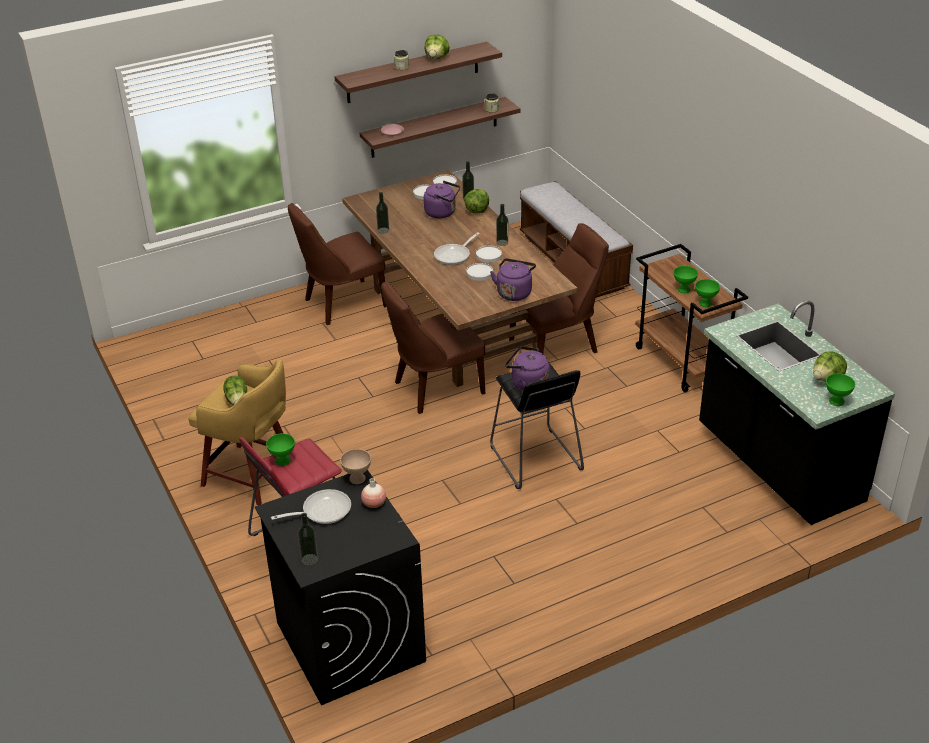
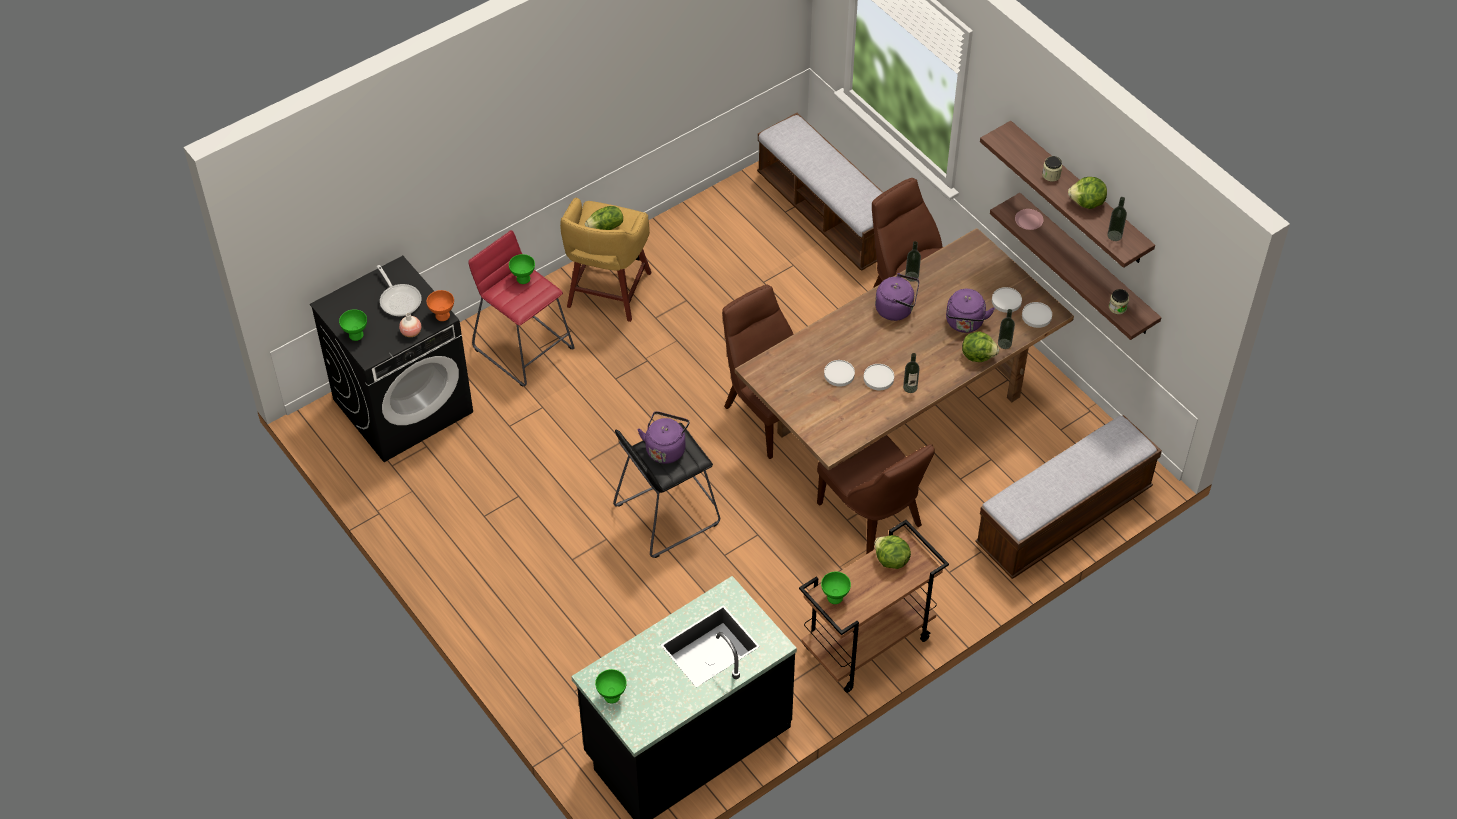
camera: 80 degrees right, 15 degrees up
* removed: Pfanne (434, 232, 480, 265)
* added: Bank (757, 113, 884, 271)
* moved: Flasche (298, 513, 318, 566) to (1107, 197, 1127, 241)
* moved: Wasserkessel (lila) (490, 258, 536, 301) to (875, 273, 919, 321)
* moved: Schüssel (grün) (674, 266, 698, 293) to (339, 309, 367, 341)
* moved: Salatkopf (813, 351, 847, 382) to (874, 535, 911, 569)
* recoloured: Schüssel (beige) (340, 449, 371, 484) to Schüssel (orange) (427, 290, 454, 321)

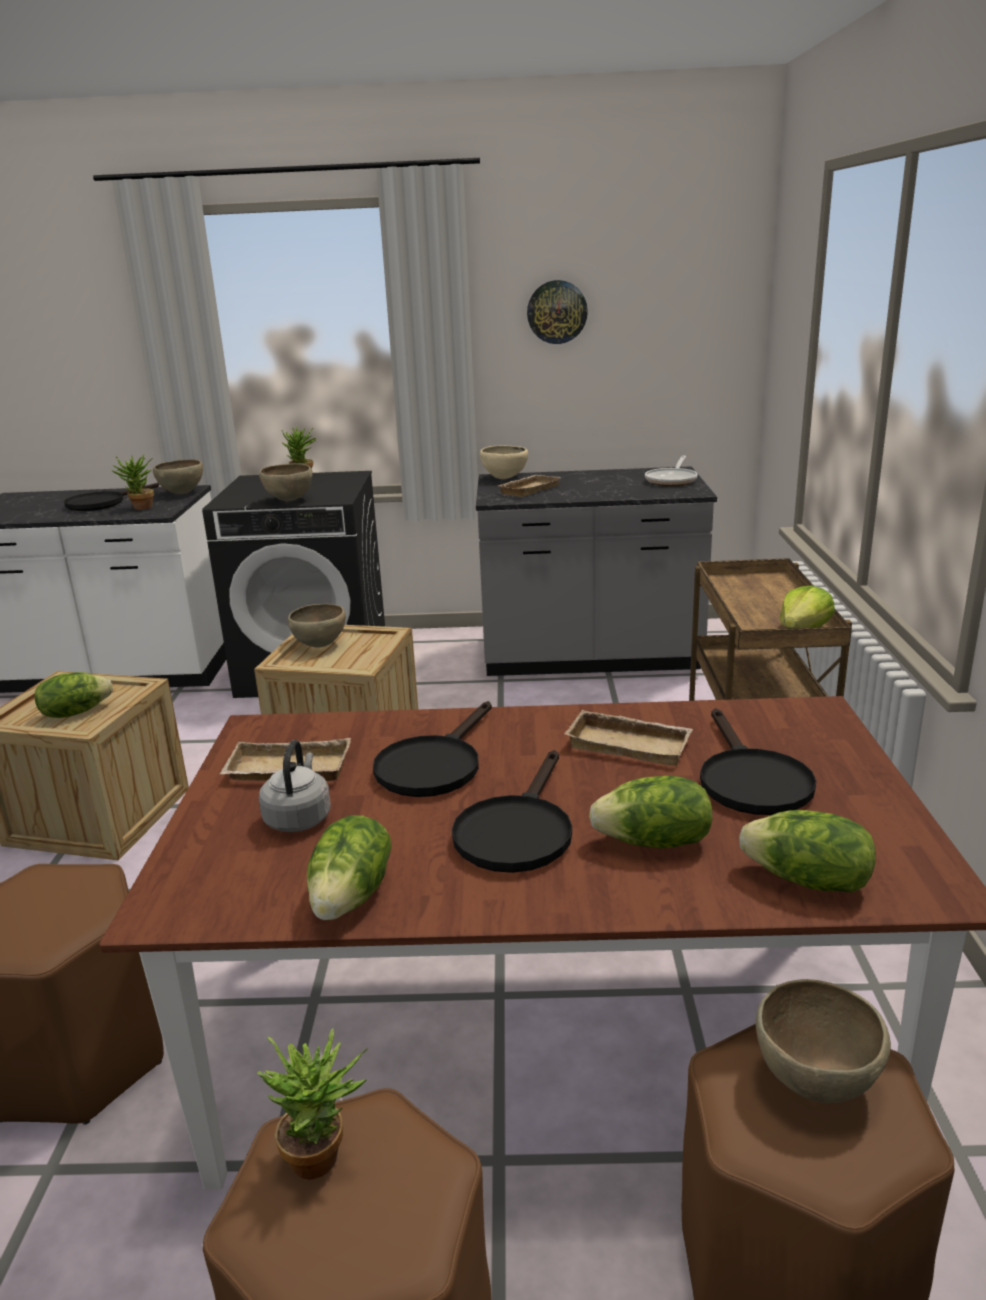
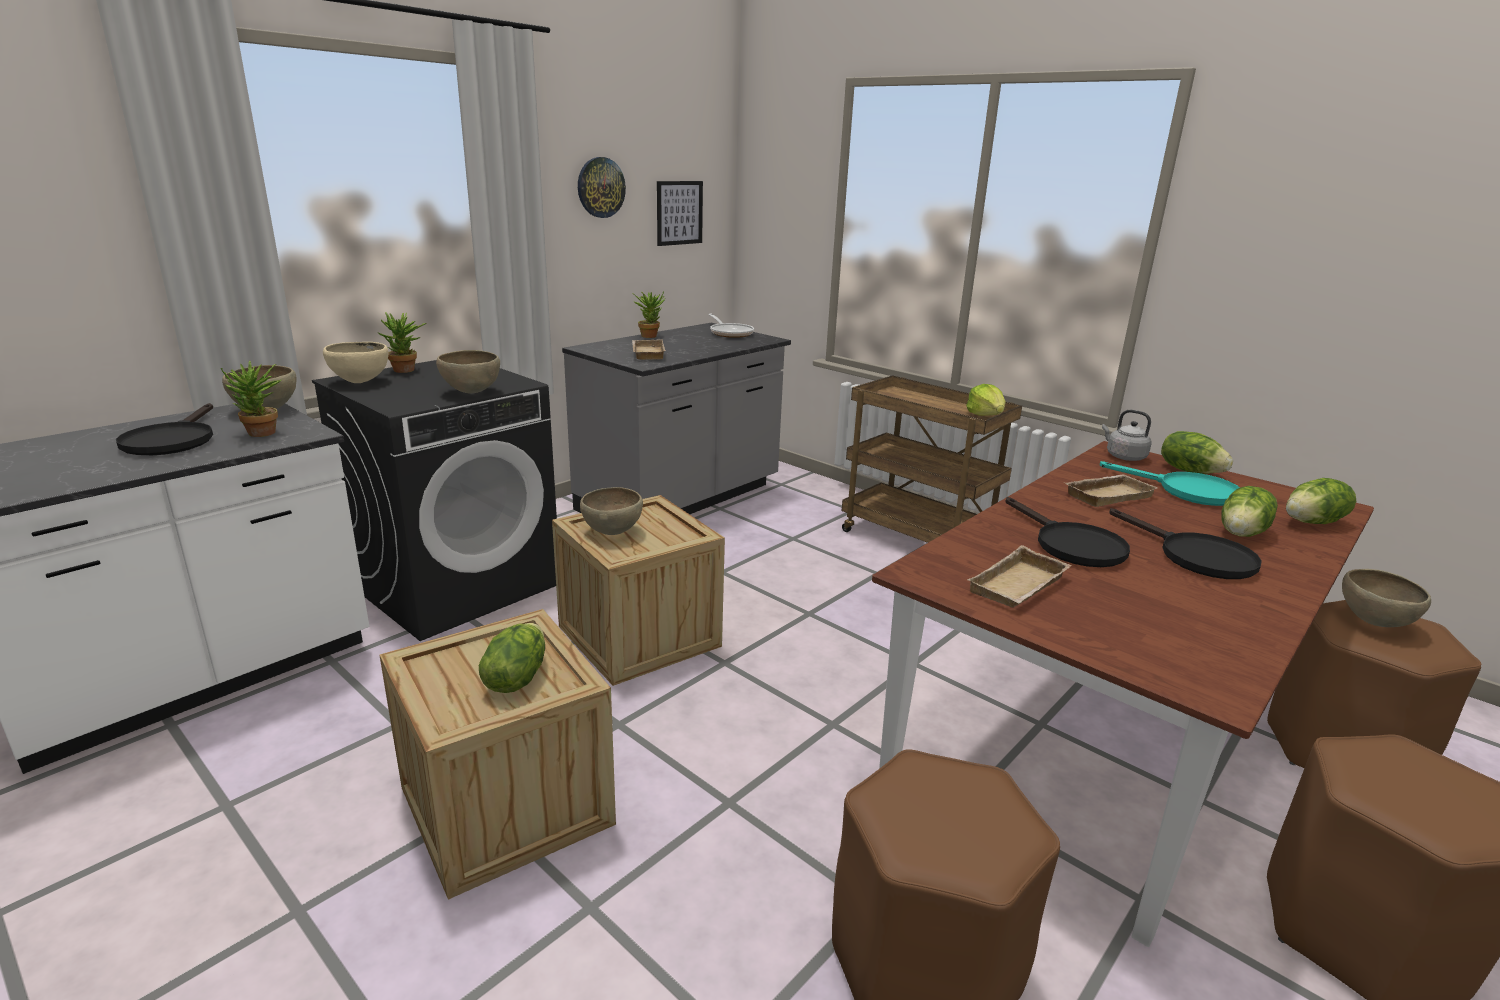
camera: 50 degrees left, 0 degrees up
* added: Bild (657, 181, 703, 246)
* moved: Topfpflanze (257, 1028, 368, 1180) to (632, 291, 665, 338)
* moved: Wasserkessel (grau) (259, 740, 331, 832) to (1102, 409, 1152, 461)
* moved: Salatkopf (307, 815, 392, 920) to (1161, 431, 1233, 474)
* moved: Schüssel (beige) (480, 445, 528, 480) to (323, 342, 389, 384)
* recoloured: Pfanne (schwarz) (700, 708, 816, 815) to Pfanne (türkis) (1100, 461, 1240, 506)

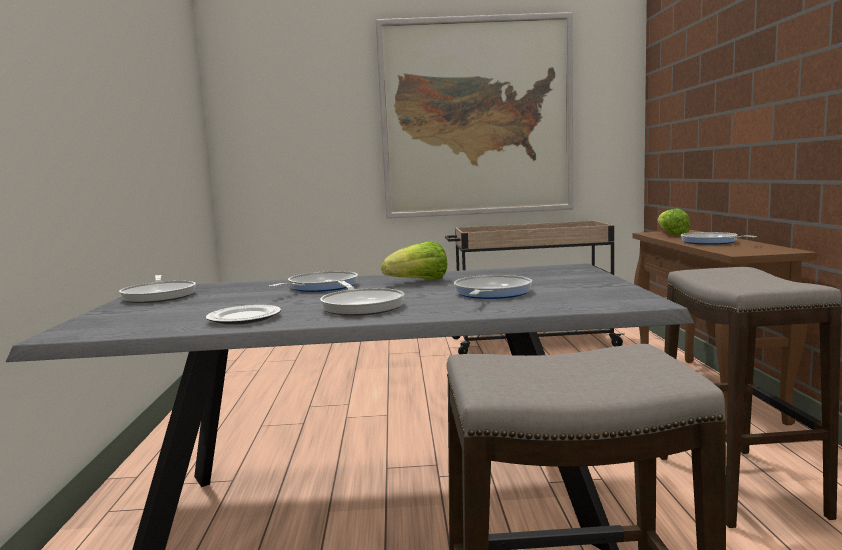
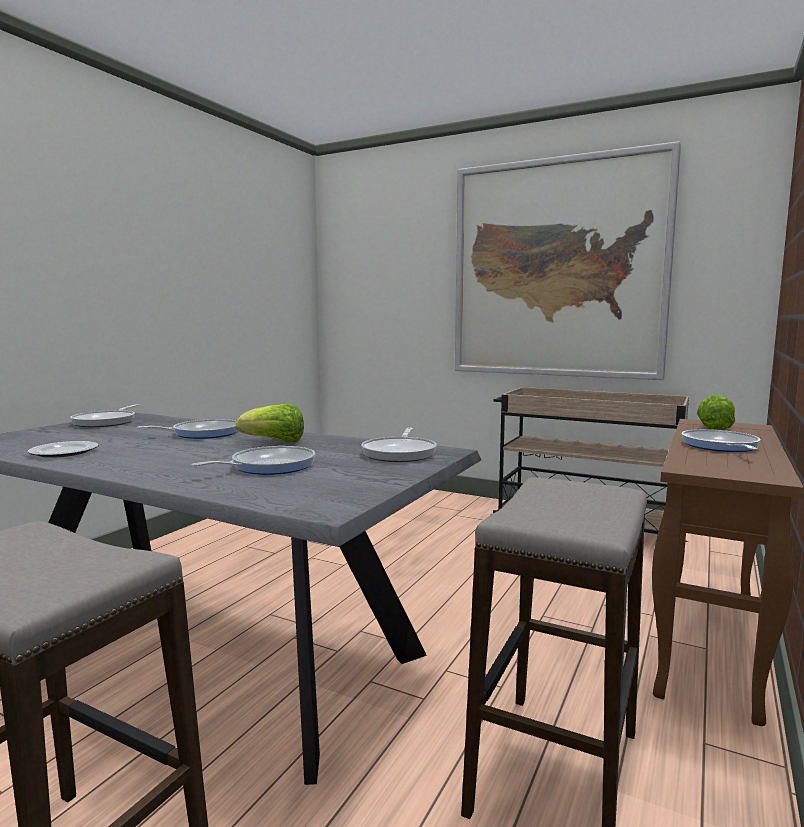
camera: 30 degrees right, 0 degrees up
* moved: Pfanne (320, 281, 404, 316) to (361, 428, 437, 462)

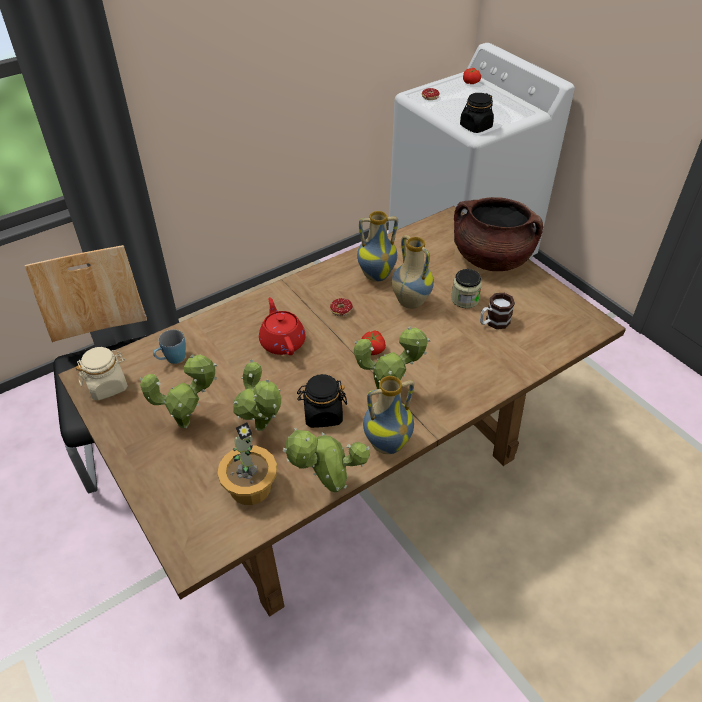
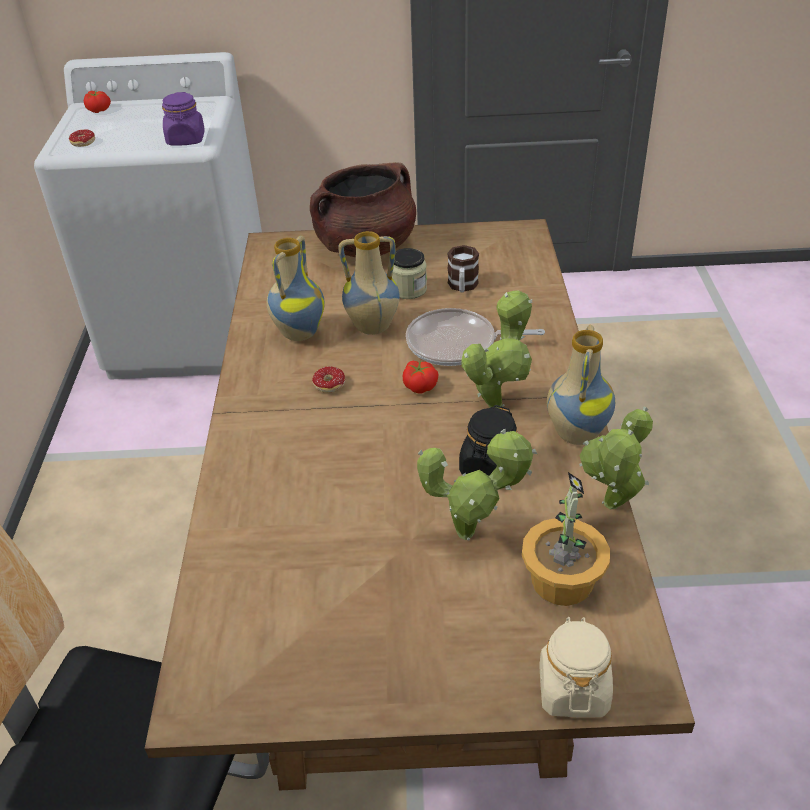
camera: 55 degrees left, 5 degrees down
* removed: Topfpflanze (139, 354, 217, 428)
* removed: Henkelbecher (blau) (153, 329, 186, 364)
* removed: Teekanne (rot) (259, 297, 306, 355)
* added: Pfanne (406, 308, 545, 366)
* moved: Vorratsglas (beige) (76, 347, 128, 401) to (539, 617, 613, 718)
* recoloured: Vorratsglas (schwarz) (460, 93, 494, 133) to Vorratsglas (lila) (162, 92, 205, 146)

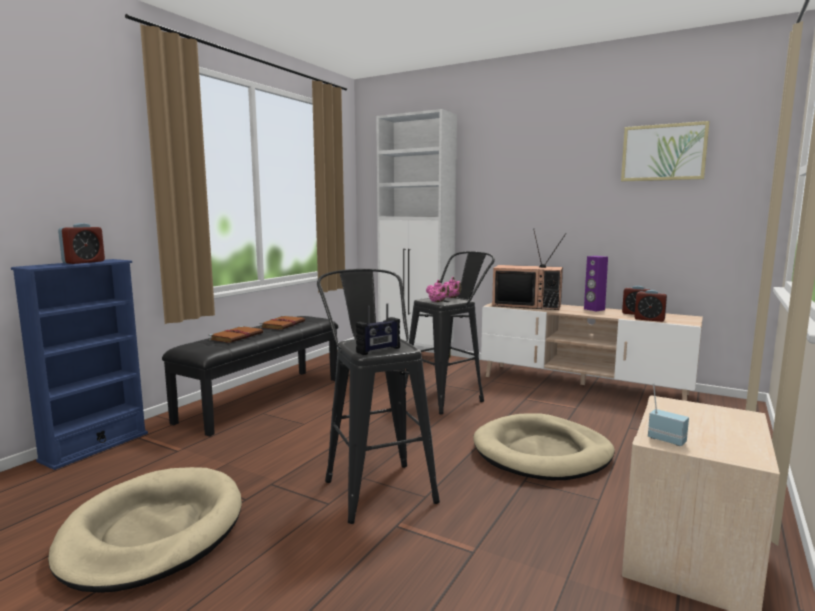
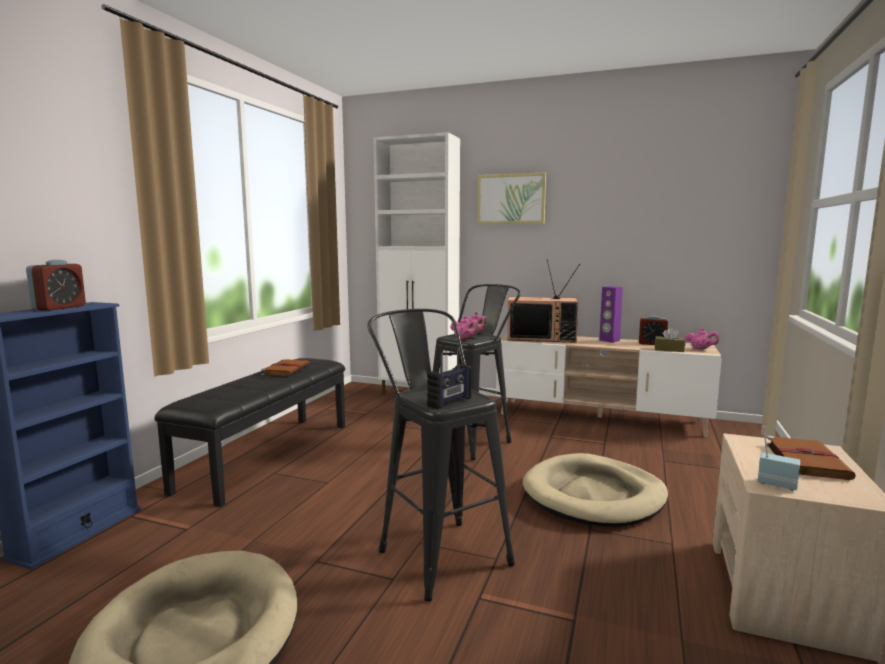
camera: 10 degrees left, 0 degrees up
* added: Teekanne (rosa) (685, 328, 719, 349)
* moved: Buch (braun) (209, 326, 263, 343) to (766, 436, 856, 480)
* moved: Bild (621, 121, 710, 181) to (478, 172, 546, 224)
* replaced: Wecker (635, 290, 667, 322) to Taschentuchbox (braun) (655, 327, 685, 352)

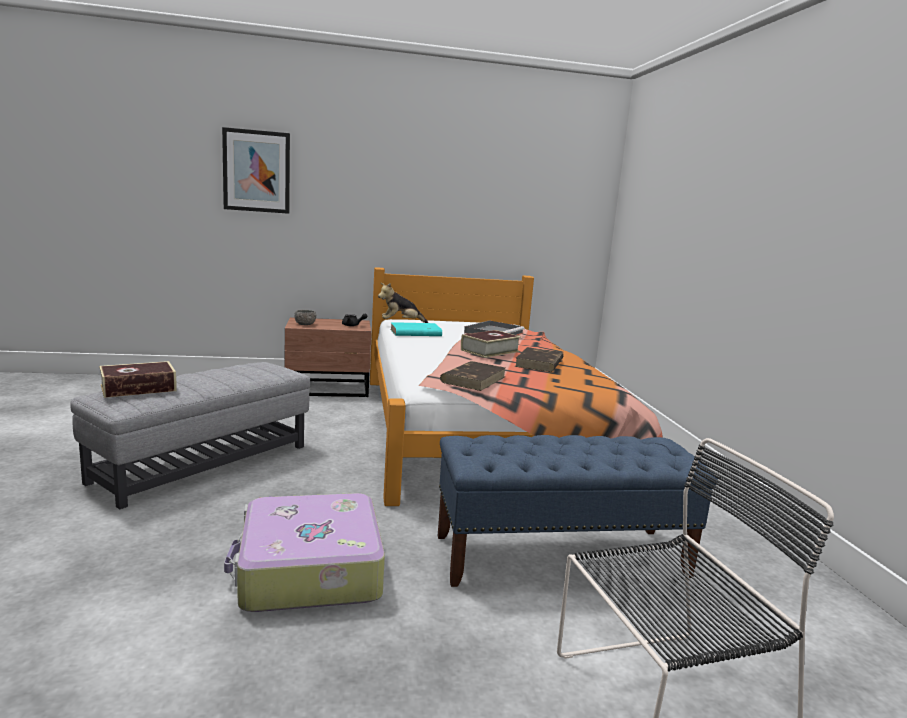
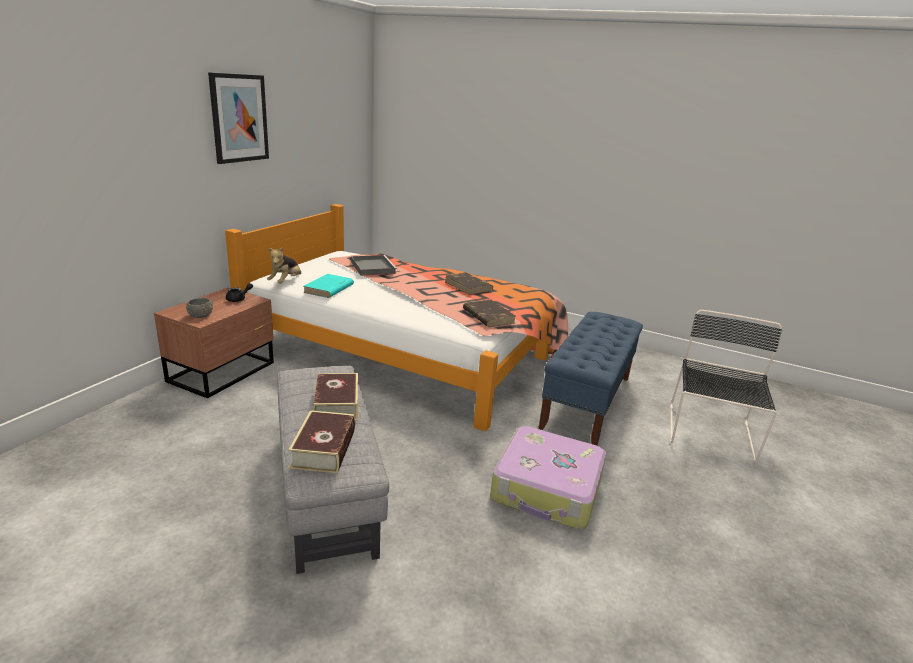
camera: 55 degrees left, 10 degrees up
* moved: Bild (222, 127, 290, 214) to (208, 72, 269, 164)
* moved: Buch (461, 330, 521, 358) to (313, 373, 358, 421)

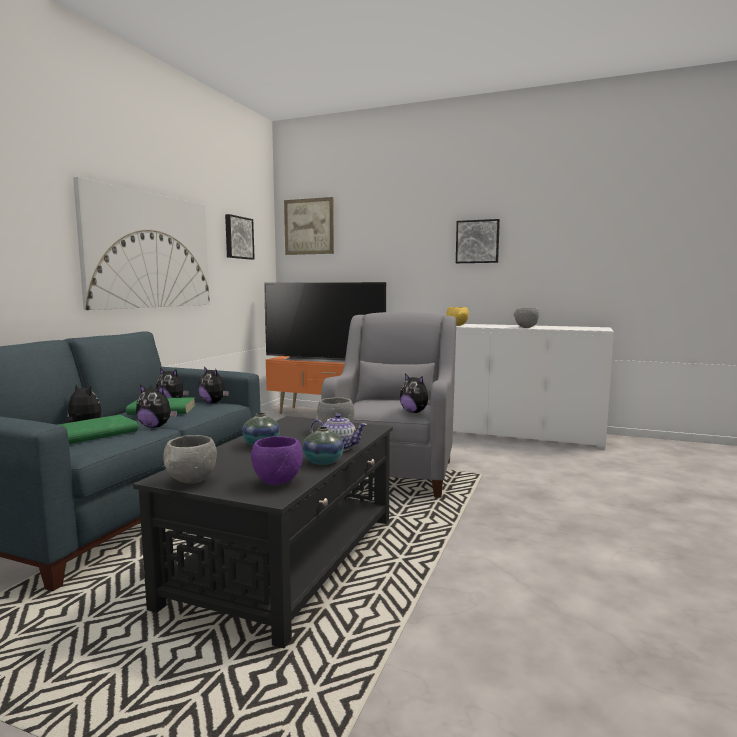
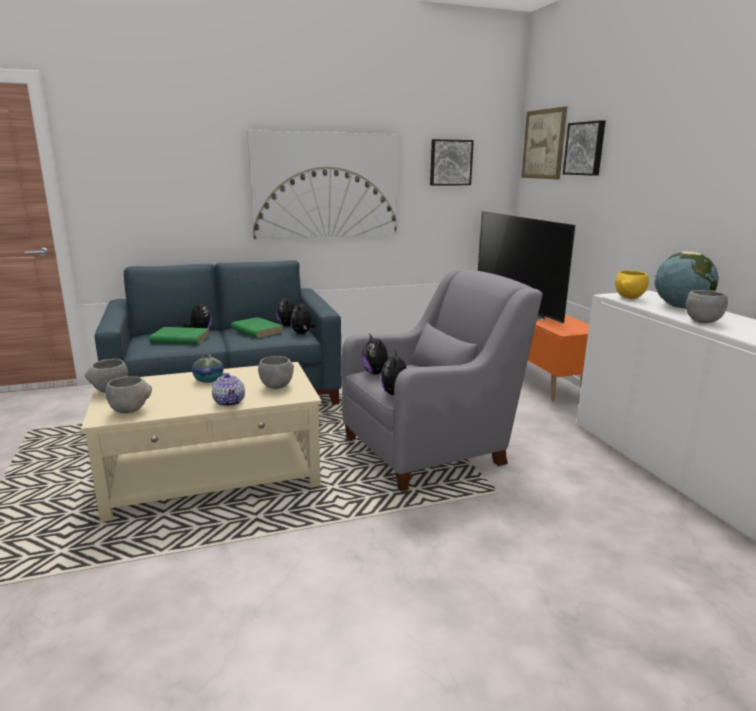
camera: 50 degrees right, 10 degrees up
* removed: Vase (303, 427, 344, 465)
* added: Globus (655, 251, 719, 308)
* moved: Plüschtier (136, 385, 177, 428) to (362, 333, 390, 374)
* moved: Bild (456, 219, 500, 263) to (563, 120, 606, 176)
* recoloured: Couchtisch (schwarz) (133, 416, 393, 648) to Couchtisch (beige) (81, 362, 321, 522)
* recoloured: Schüssel (lila) (251, 436, 303, 485) to Schüssel (grau) (105, 376, 152, 413)

